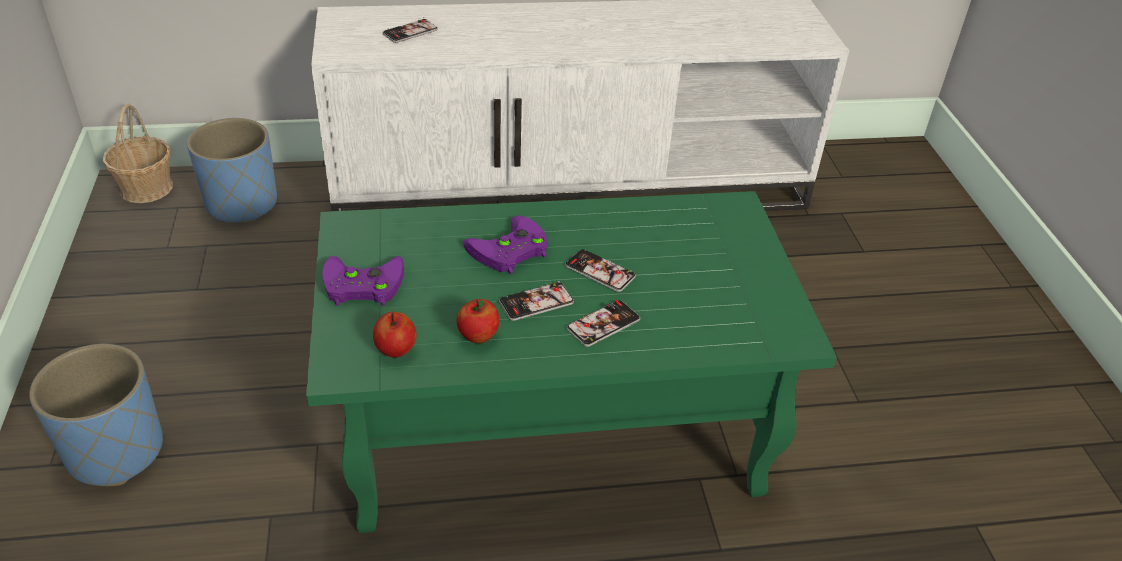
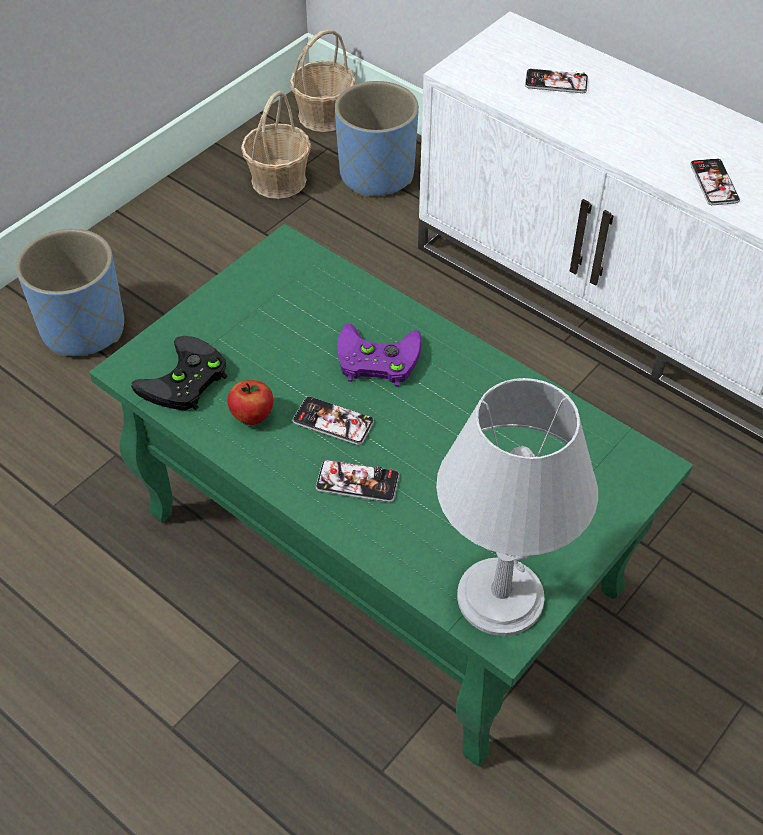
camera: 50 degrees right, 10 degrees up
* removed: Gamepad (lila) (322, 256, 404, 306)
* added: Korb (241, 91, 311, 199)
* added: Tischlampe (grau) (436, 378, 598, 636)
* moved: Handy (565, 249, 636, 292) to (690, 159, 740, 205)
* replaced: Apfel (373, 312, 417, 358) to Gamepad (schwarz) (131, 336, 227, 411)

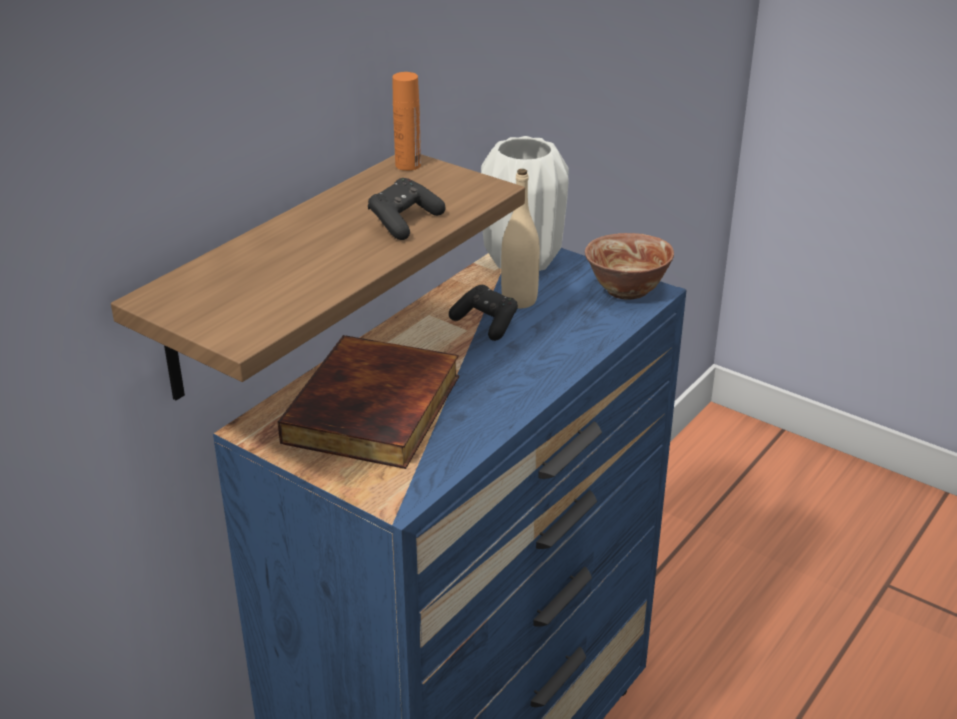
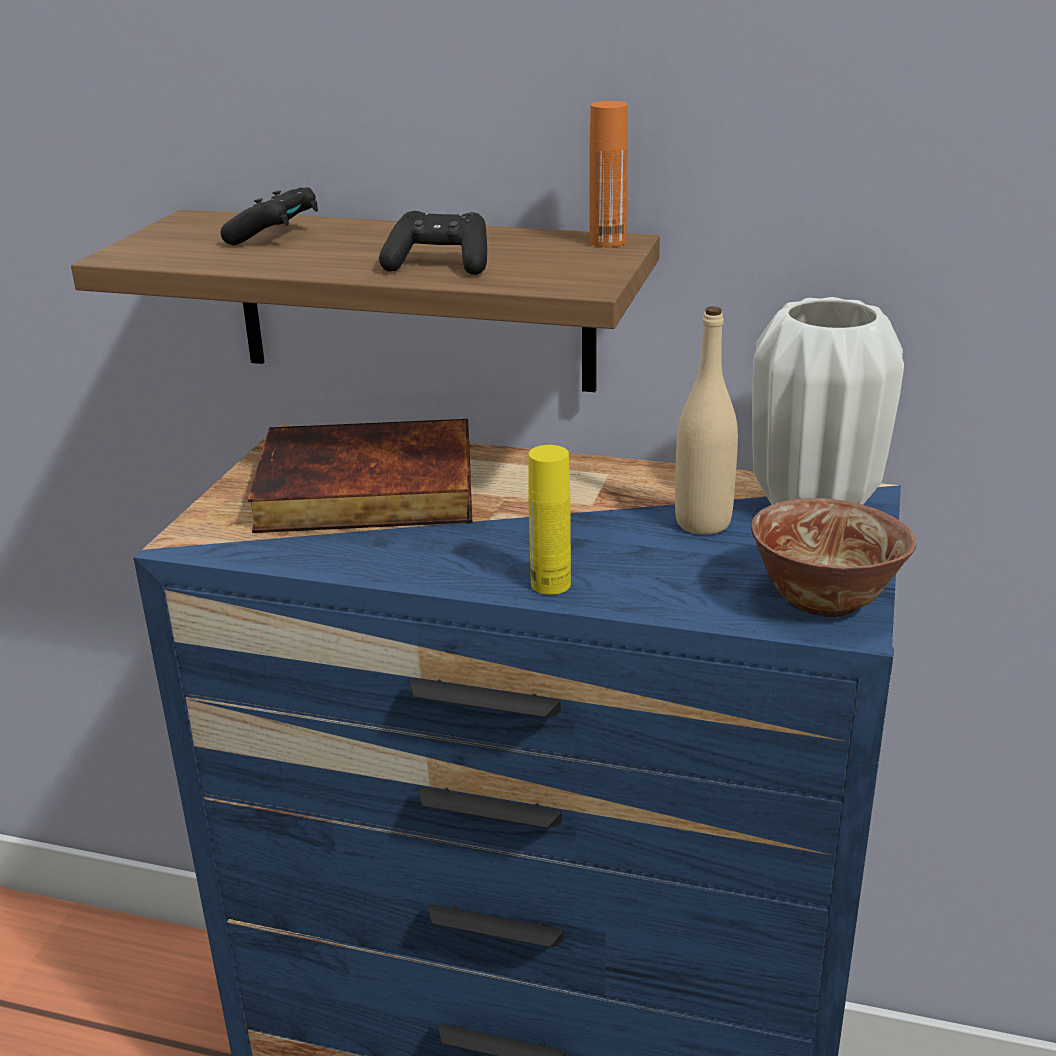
camera: 70 degrees right, 5 degrees down
* added: Flasche (gelb) (528, 445, 571, 595)
* moved: Gamepad (schwarz) (449, 285, 518, 341) to (221, 187, 318, 245)

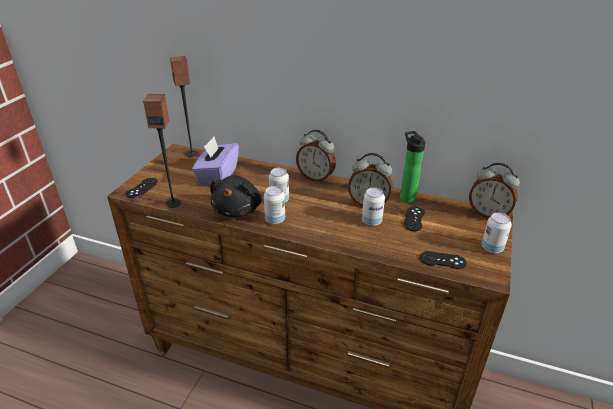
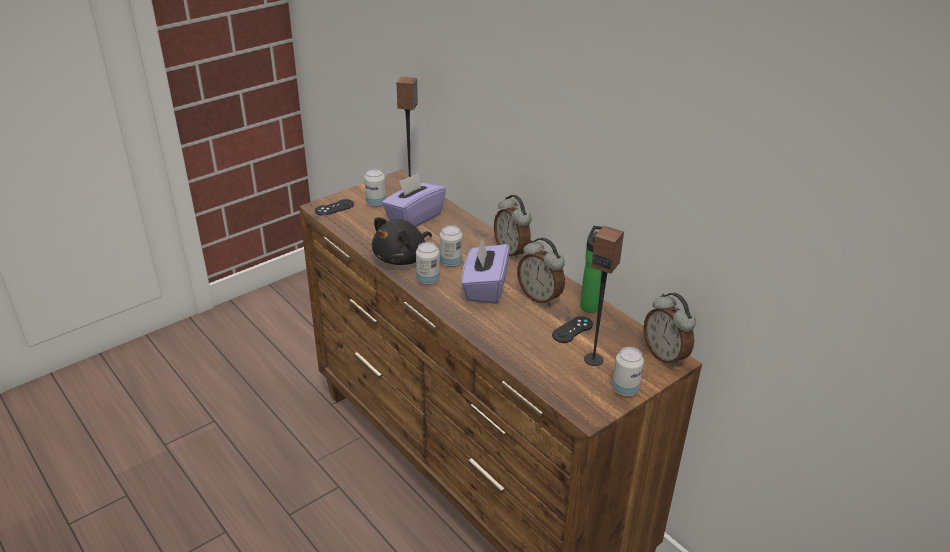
camera: 30 degrees right, 0 degrees up
* removed: Gamepad (schwarz) (420, 251, 467, 269)
* added: Taschentuchbox (lila) (461, 238, 509, 304)
* moved: Lautsprecher (143, 94, 181, 208) to (584, 226, 624, 366)
* moved: Dose (362, 188, 385, 226) to (364, 169, 386, 207)

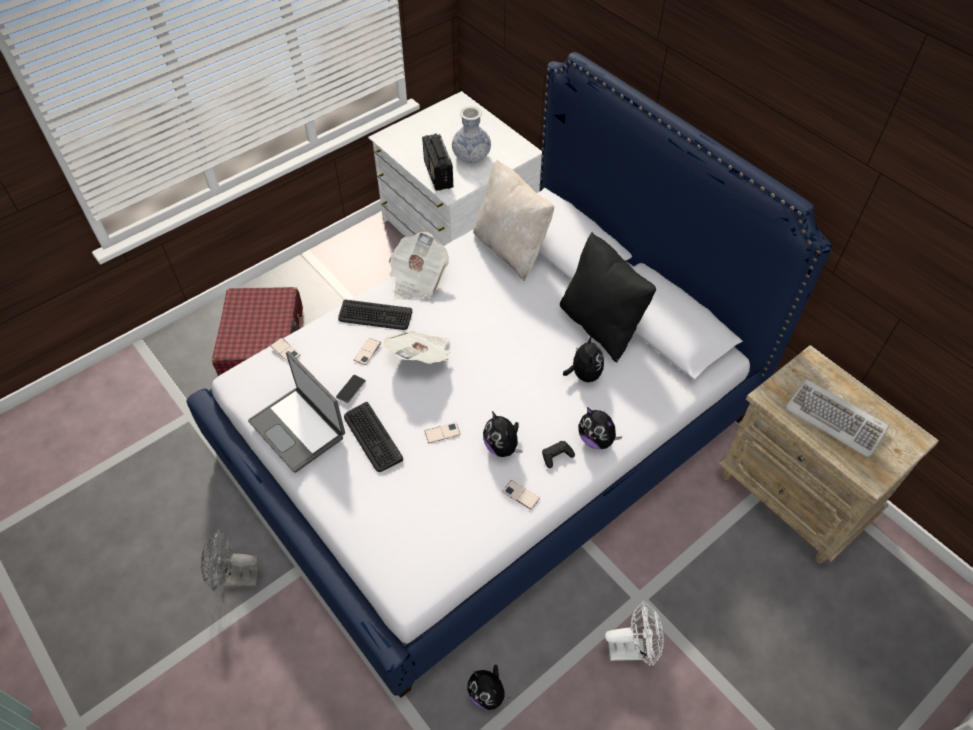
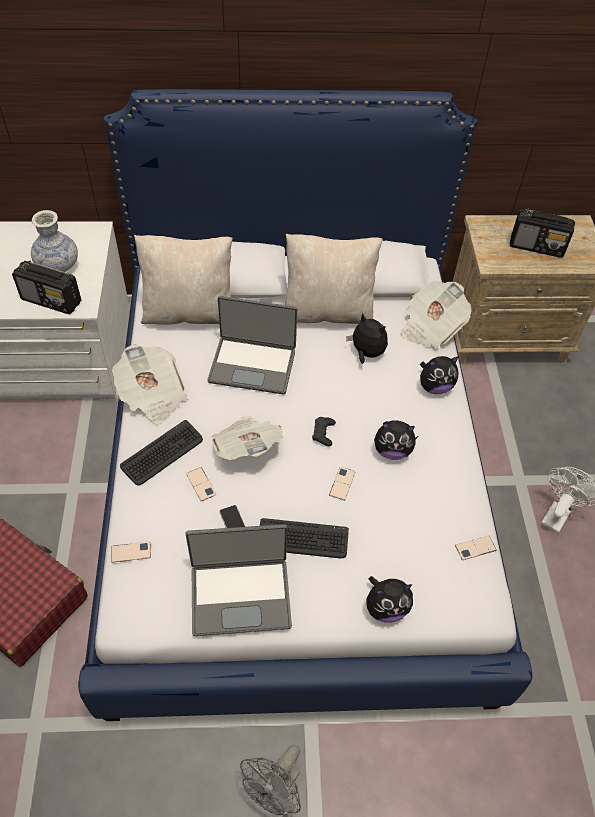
camera: 55 degrees left, 0 degrees up
* added: Laptop (207, 296, 297, 395)
* added: Zeitung (401, 281, 472, 349)
* moved: Plüschtier (467, 665, 512, 710) to (367, 576, 413, 623)
* moved: Handy (502, 480, 540, 510) to (455, 535, 496, 560)
* moved: Gamepad (schwarz) (542, 441, 575, 468) to (312, 417, 336, 446)
* replaced: Tastatur (785, 379, 889, 458) to Radio (510, 209, 575, 258)
* recoloured: Kissen (schwarz) (560, 232, 656, 363) to Kissen (beige) (285, 234, 383, 324)

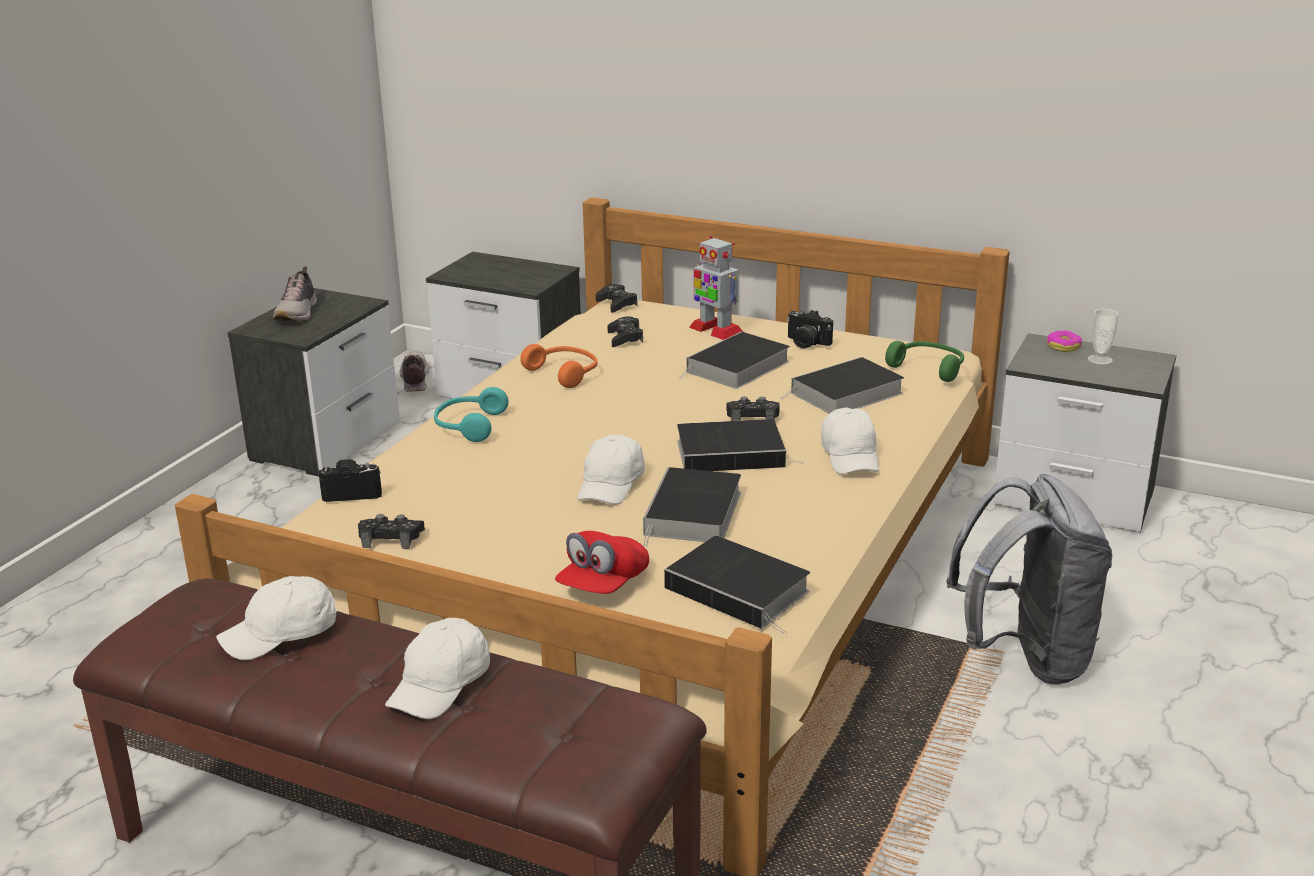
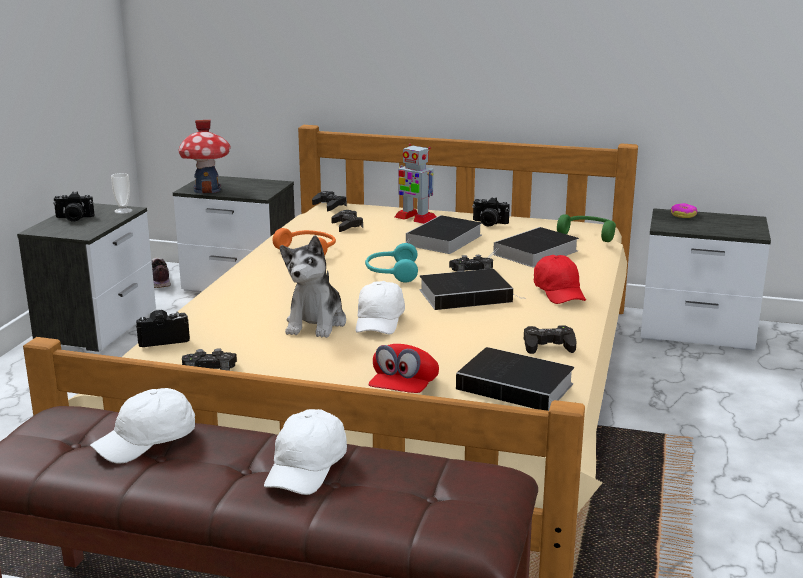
camera: 10 degrees left, 5 degrees down
* removed: Buch (643, 467, 741, 547)
* removed: Rucksack (grau) (946, 474, 1112, 685)
* added: Spielzeughaus (179, 120, 230, 194)
* added: Plüschtier (280, 235, 346, 338)
* added: Gamepad (schwarz) (524, 325, 577, 354)
* moved: Kopfhörer (türkis) (434, 387, 509, 442) to (365, 243, 418, 282)
* moved: Tasse (1088, 309, 1118, 365) to (111, 173, 132, 214)
* replaced: Schuh (273, 267, 317, 321) to Kamera (53, 192, 95, 222)
* recoloured: Kappe (weiß) (821, 407, 879, 474) to Kappe (rot) (534, 255, 586, 304)

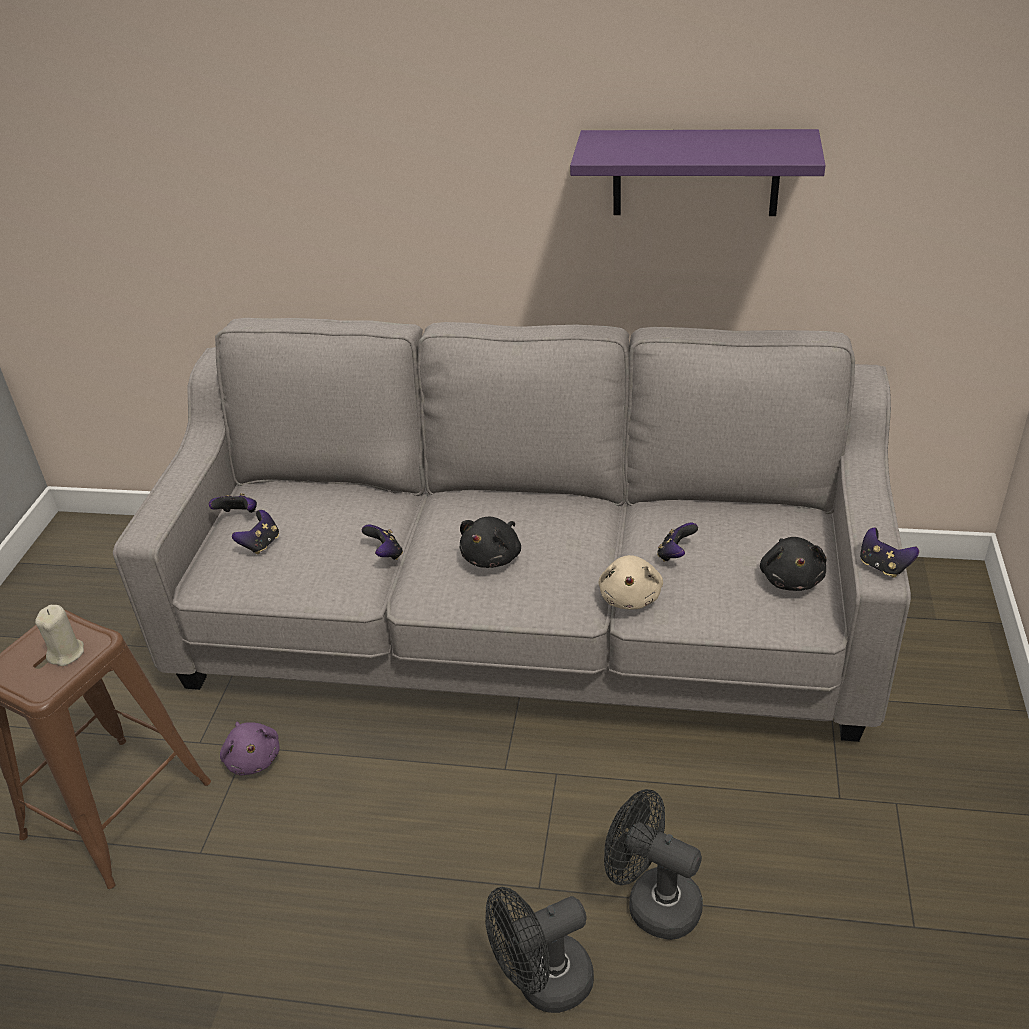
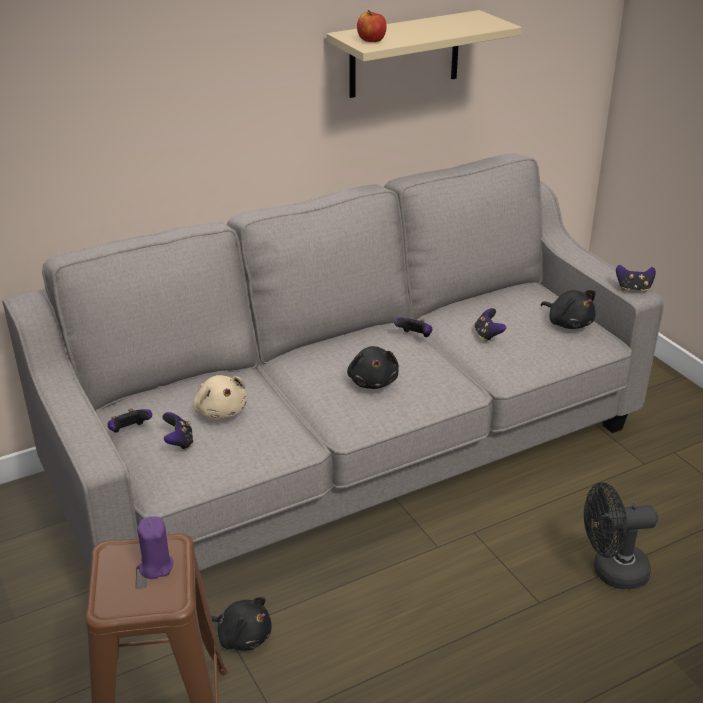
camera: 40 degrees left, 5 degrees down
* removed: Ventilator (schwarz) (485, 887, 594, 1013)
* added: Apfel (357, 10, 386, 42)
* moved: Gamepad (362, 524, 403, 560) to (394, 318, 432, 337)
* moved: Plüschtier (beige) (598, 555, 663, 610) to (193, 375, 248, 420)
* recoloured: Kerze (beige) (35, 605, 84, 666) to Kerze (lila) (137, 516, 173, 579)
* recoloured: Plüschtier (lila) (220, 722, 280, 775) to Plüschtier (schwarz) (211, 597, 272, 651)
* recoloured: Wandregal (lila) (570, 129, 826, 216) to Wandregal (beige) (327, 10, 522, 98)

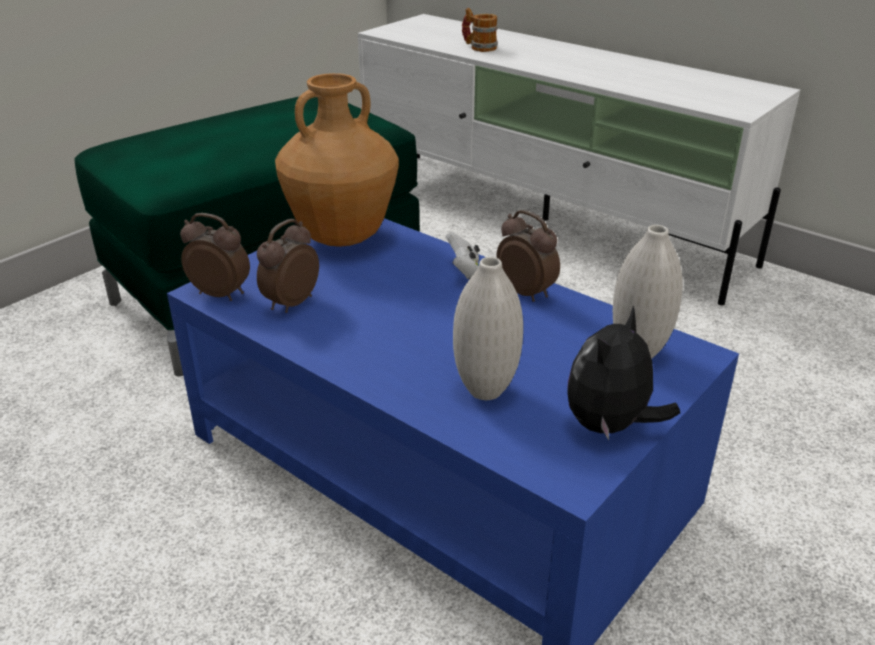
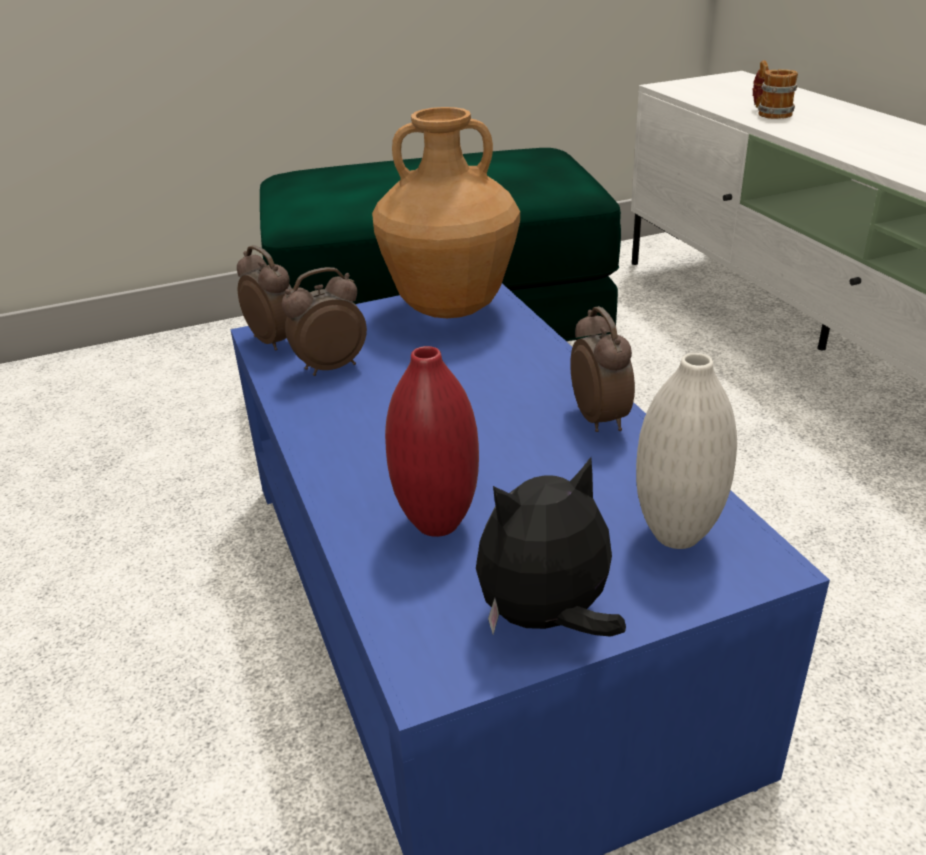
camera: 30 degrees right, 0 degrees up
* removed: Gamepad (weiß) (446, 232, 480, 280)
* recoloured: Vase (weiß) (453, 257, 523, 400) to Vase (rot) (385, 346, 479, 537)

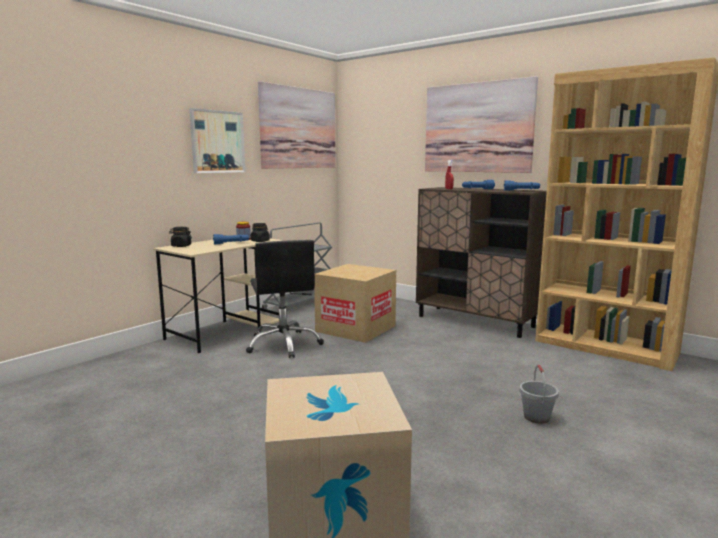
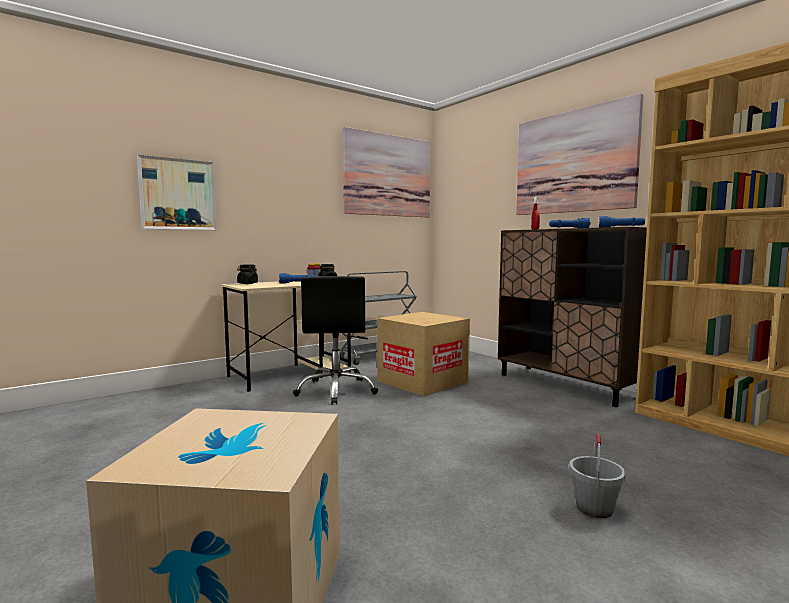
camera: 15 degrees right, 5 degrees down
* moved: Bild (189, 108, 245, 173) to (137, 154, 216, 230)

